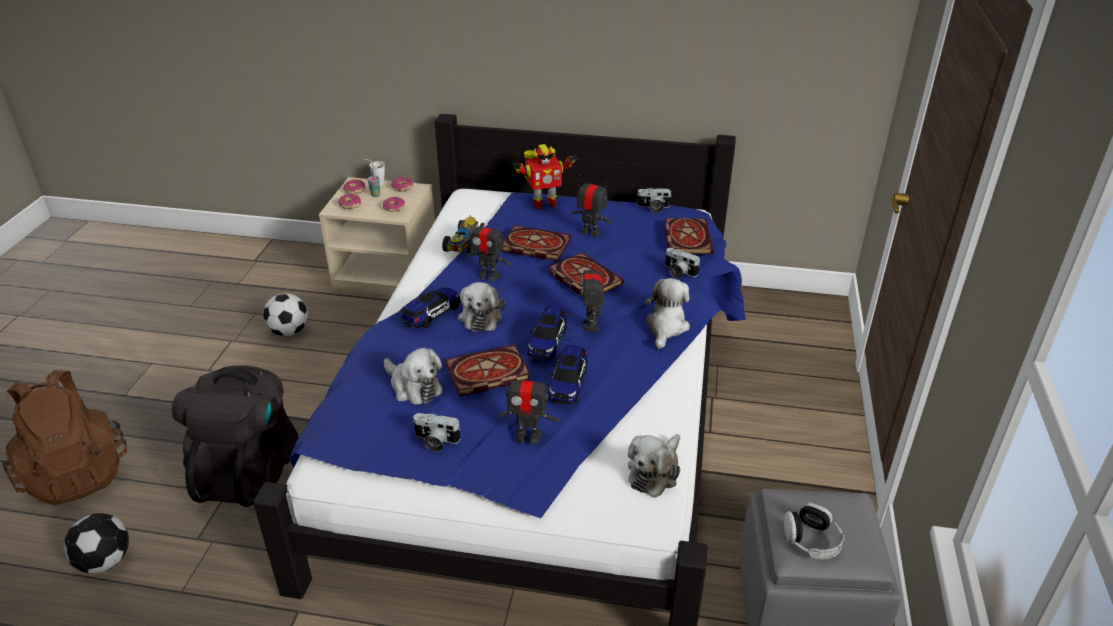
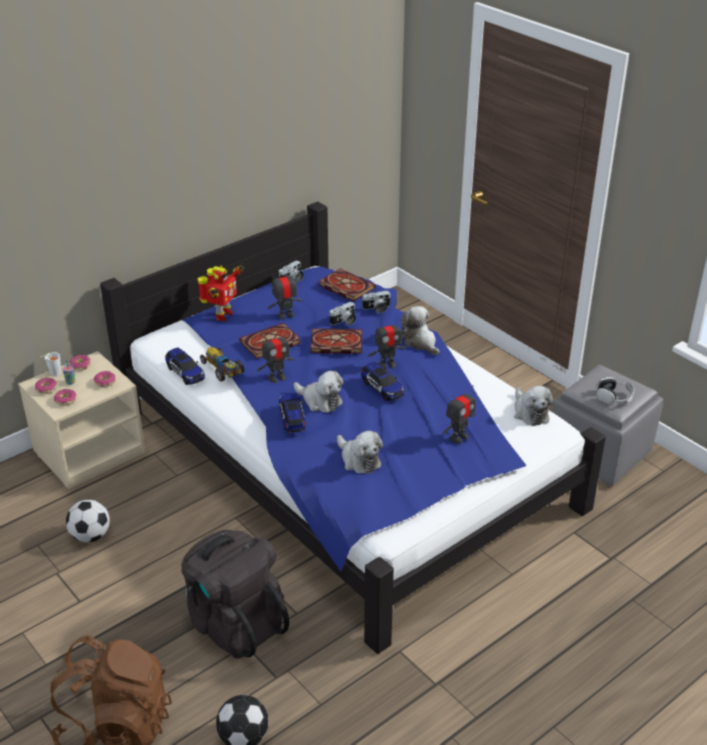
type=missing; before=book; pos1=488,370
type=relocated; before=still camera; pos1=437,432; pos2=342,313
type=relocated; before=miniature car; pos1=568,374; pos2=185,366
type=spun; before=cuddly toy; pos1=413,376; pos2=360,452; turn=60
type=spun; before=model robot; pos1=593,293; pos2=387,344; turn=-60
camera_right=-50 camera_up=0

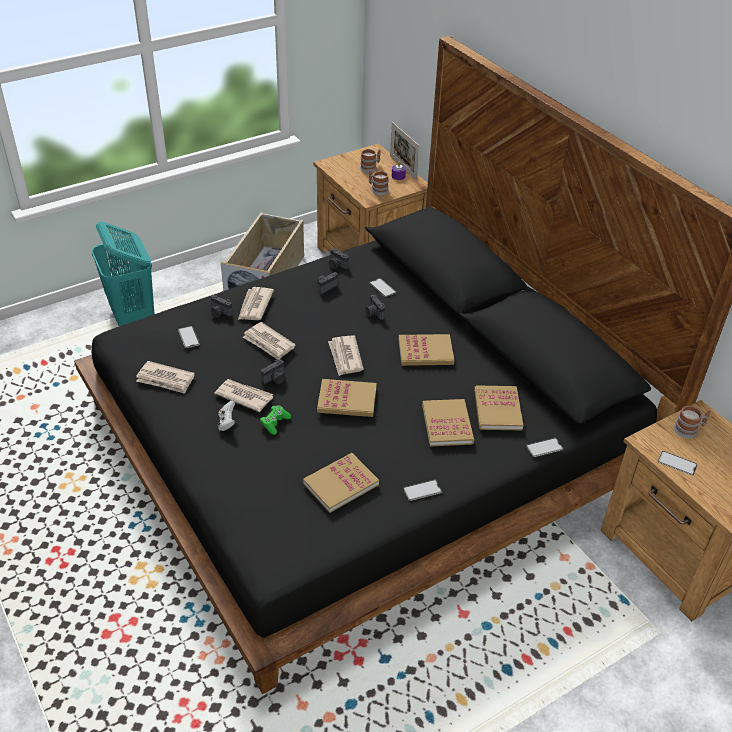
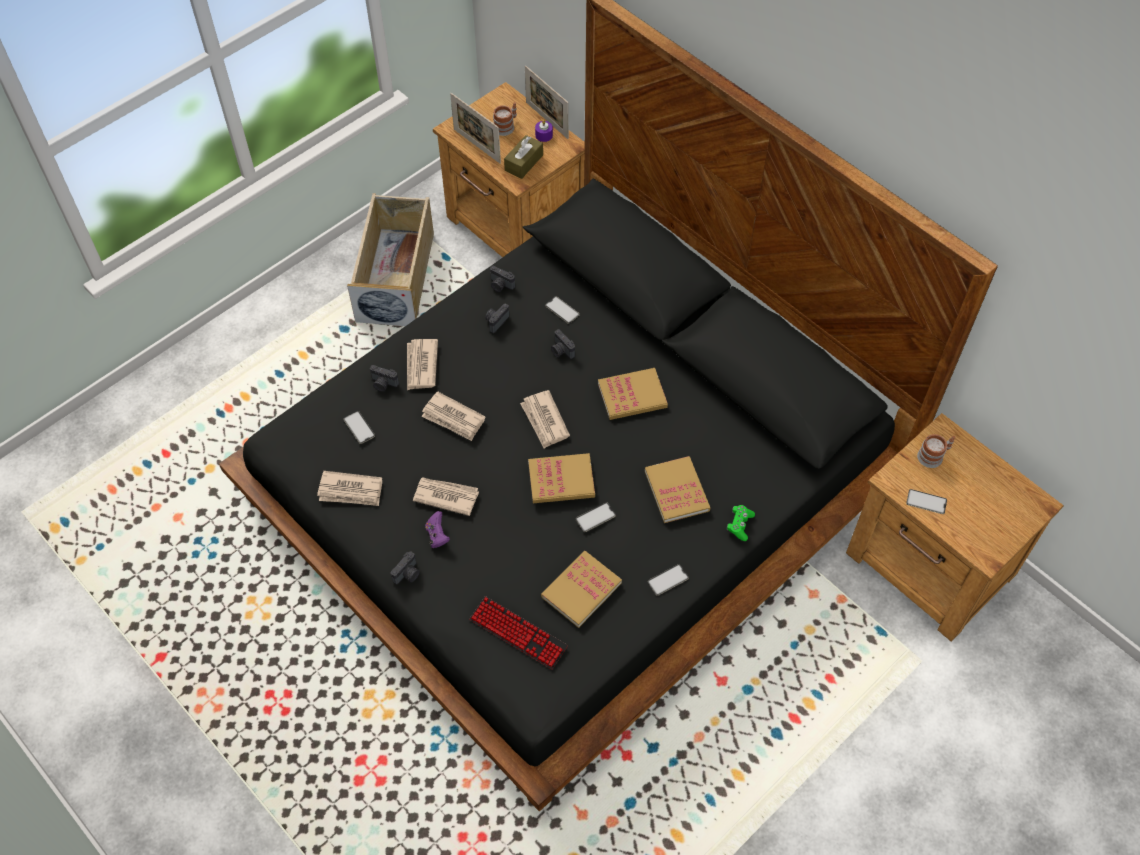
type=missing; before=laundry basket in blue-green; pos1=123,273
type=missing; before=book; pos1=498,407
type=appeared; after=standing frame; pos2=475,128
type=appeared; after=PC keyboard; pos2=518,632
type=relocated; before=game controller in green; pos1=275,420; pos2=741,523
type=relocated; before=still camera; pos1=273,371; pos2=405,567
type=relocated; before=handset; pos1=544,447; pos2=596,517
type=exchanged; before=tea mug; after=tissue holder in brownish; pos1=379,182; pos2=523,157
type=colour; before=game controller in white; after=game controller in purple-coloured; pos1=226,416; pos2=437,529
camera_right=-10 camera_up=15

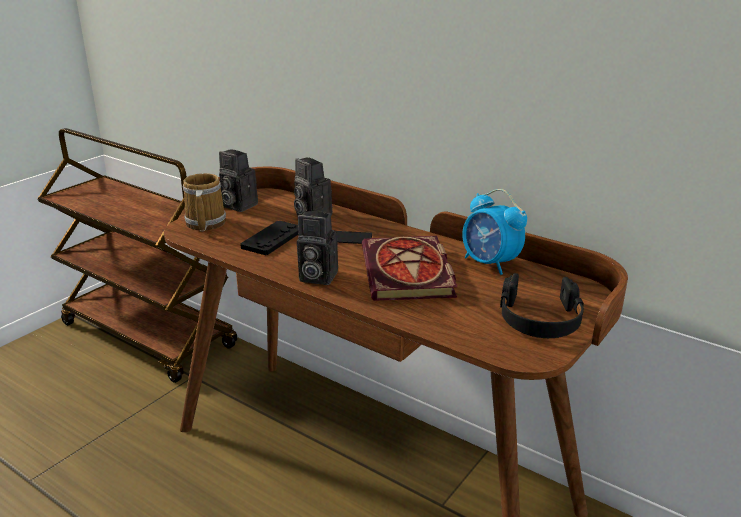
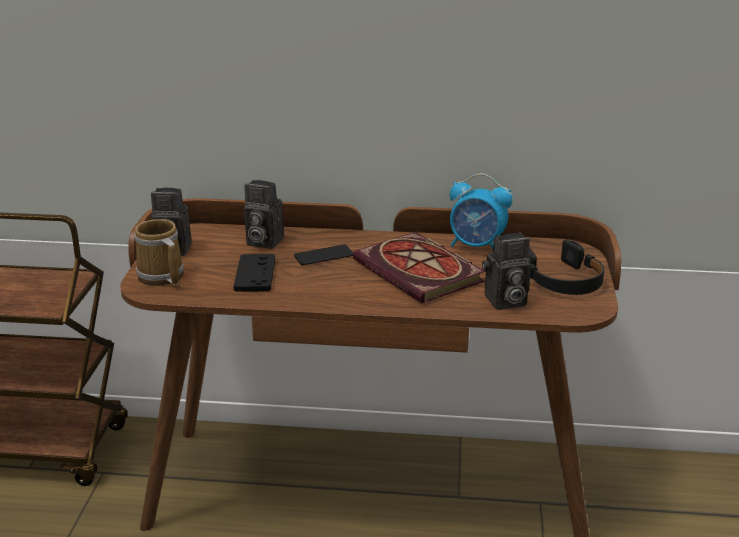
type=relocated; before=still camera; pos1=317,248; pos2=506,271
camera_right=-30 camera_up=0

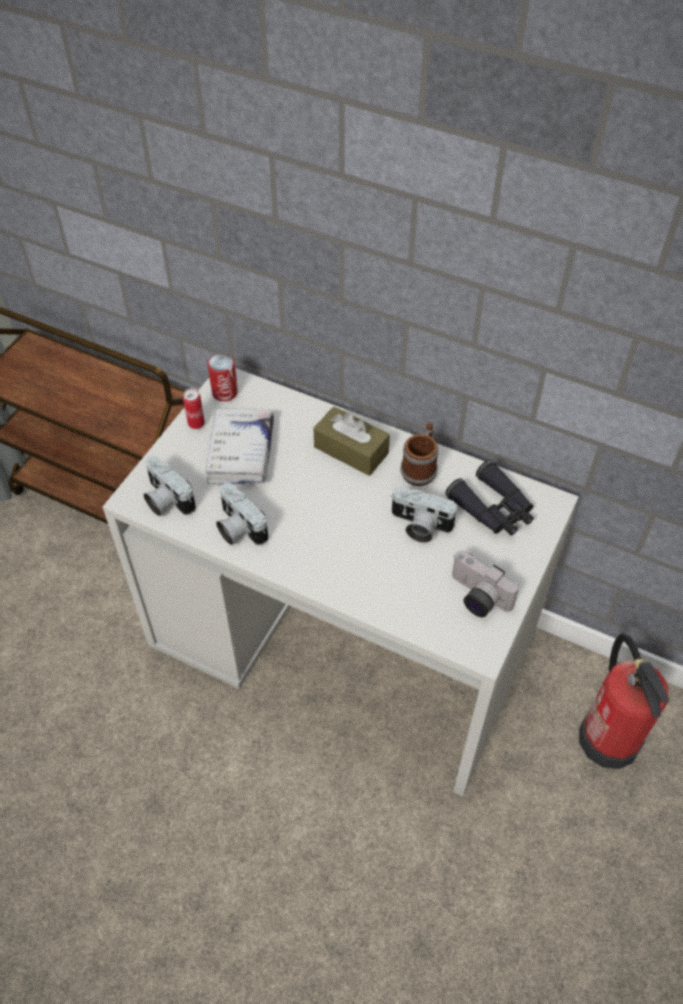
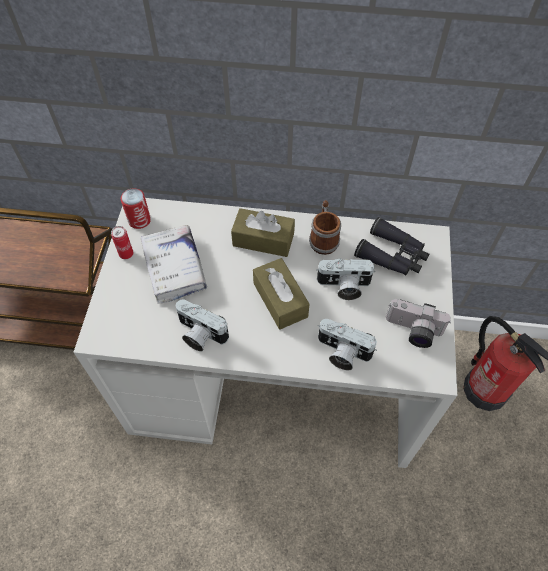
type=appeared; after=tissue holder in brownish; pos2=281,294
type=relocated; before=still camera; pos1=169,486; pos2=347,344
camera_right=-20 camera_up=5

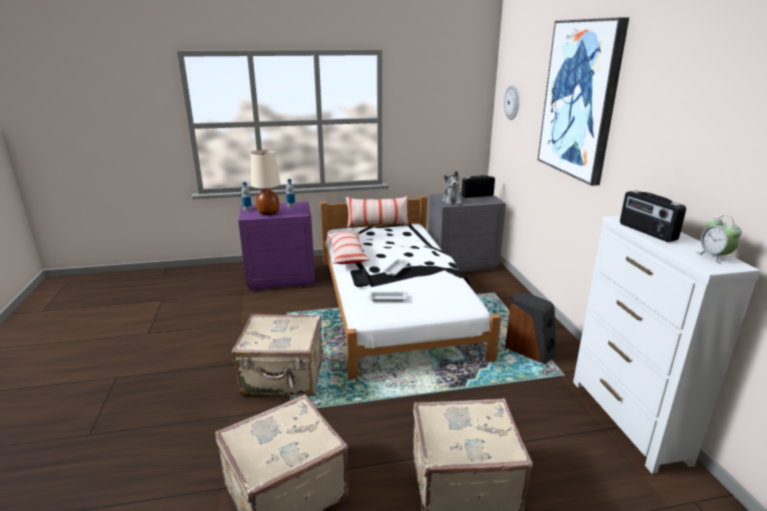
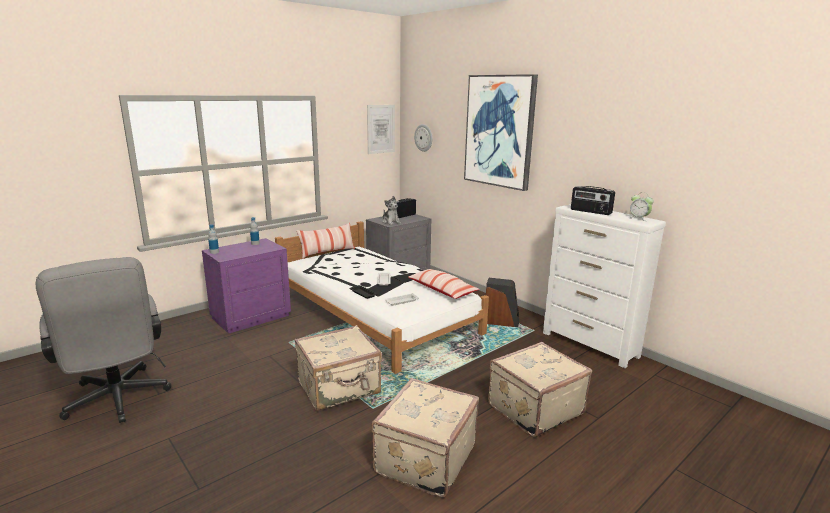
type=missing; before=lamp for a table in sand-coloured; pos1=265,182
type=appeared; after=computer chair in greyish; pos2=103,340
type=appeared; after=picture; pos2=381,129
type=relocated; before=pillow; pos1=348,247; pos2=444,284
camera_right=-30 camera_up=-5

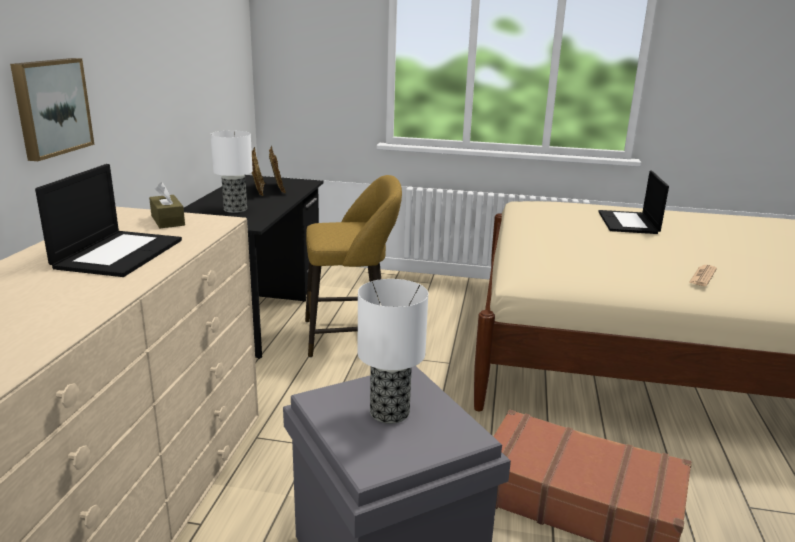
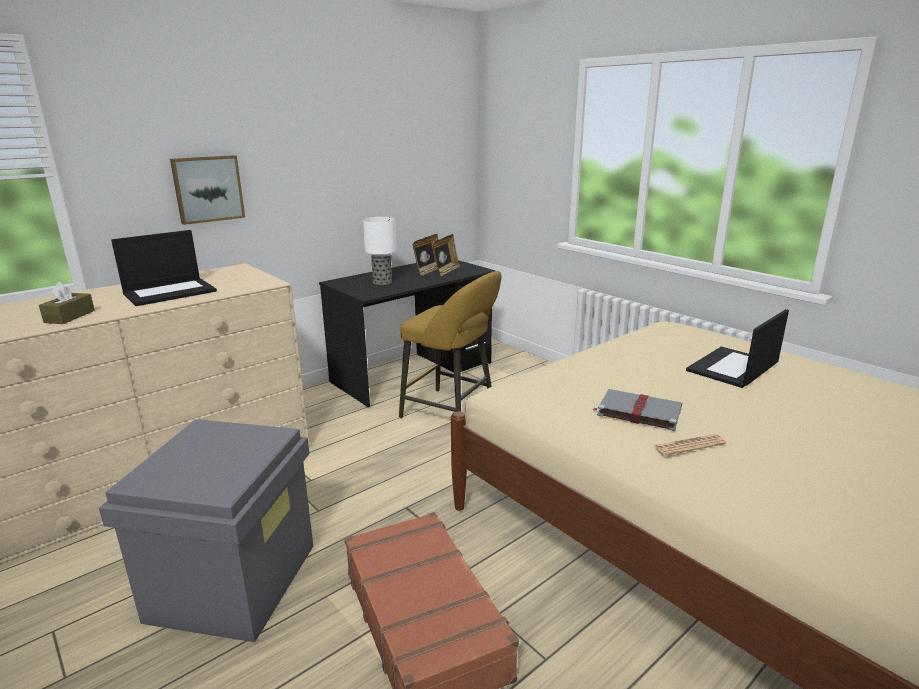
type=missing; before=lamp for a table; pos1=392,351
type=appeared; after=book in greyish; pos2=637,410
type=relocated; before=tissue holder in brownish; pos1=167,205; pos2=67,303
camera_right=40 camera_up=0

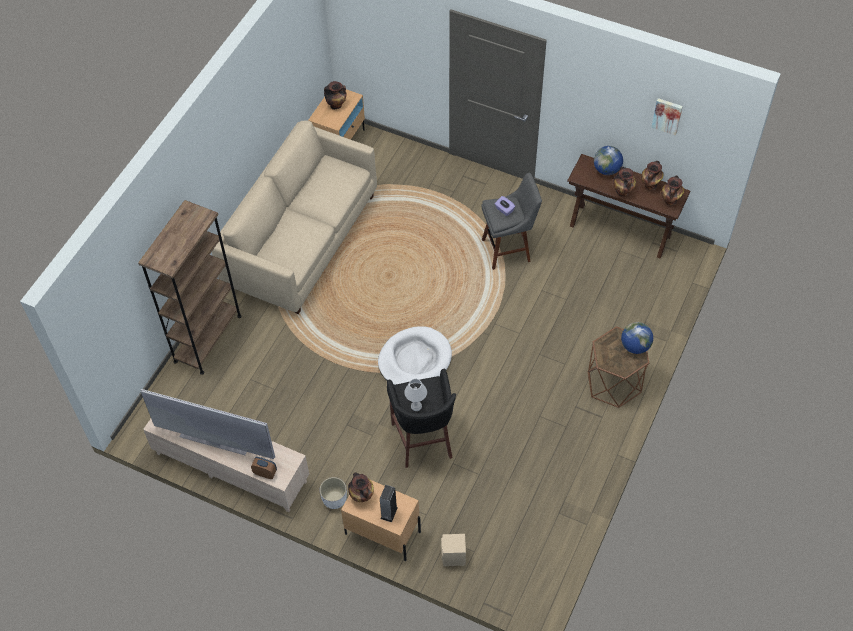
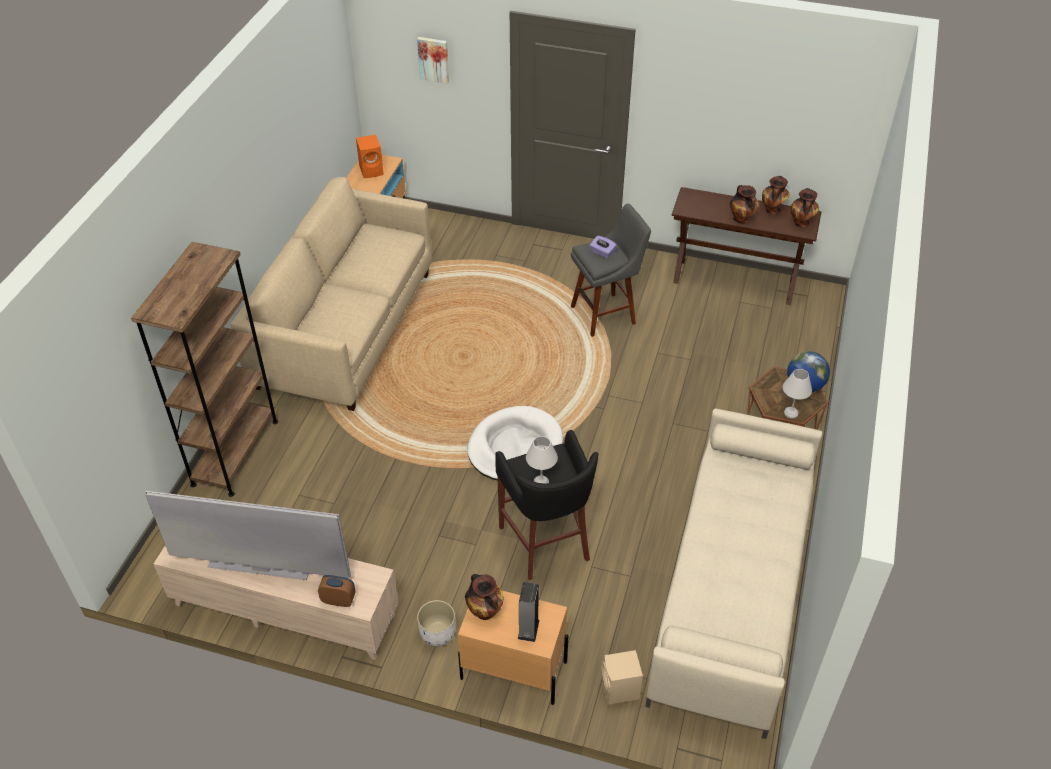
type=missing; before=globe; pos1=608,160
type=appeared; after=couch in sand-coloured; pos2=733,573
type=appeared; after=lamp for a table in white; pos2=797,393
type=relocated; before=picture; pos1=667,117; pos2=433,60
type=exchanged; before=vase; after=audio speaker in orangey; pos1=335,95; pos2=370,156
camera_right=-10 camera_up=-10

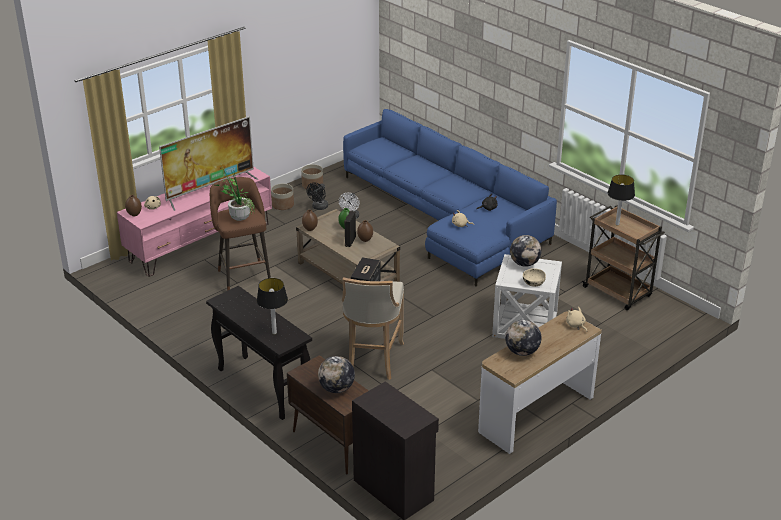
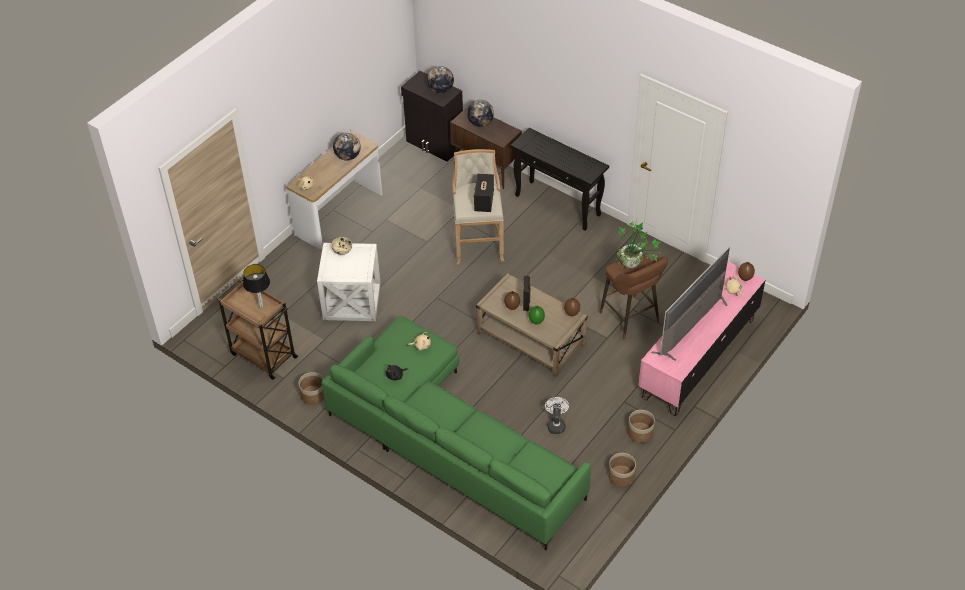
type=missing; before=lamp for a table; pos1=272,306
type=missing; before=cooling fan in black-coloured; pos1=317,196
type=appeared; after=plant pot; pos2=311,388
type=relocated; before=globe; pos1=525,251; pos2=440,79
type=colour; before=couch in blue-coloured; after=couch in green; pos1=450,197; pos2=456,433
camera_right=170 camera_up=15

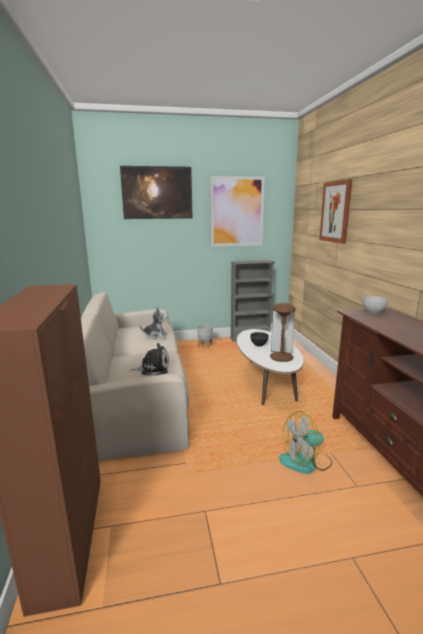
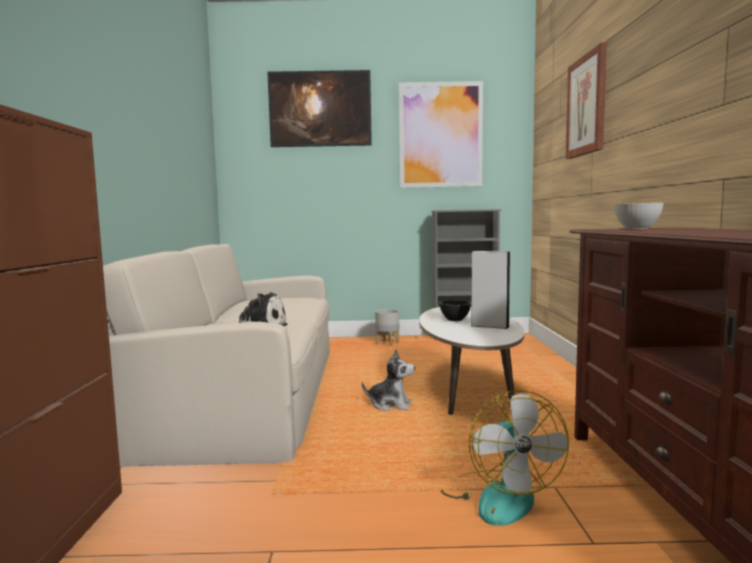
type=missing; before=lamp for a table in brownish; pos1=283,332
type=relocated; before=cuddly toy; pos1=154,323; pos2=388,380
type=spun; before=cooling fan; pos1=305,442; pos2=505,458; turn=-90
camera_right=10 camera_up=-10

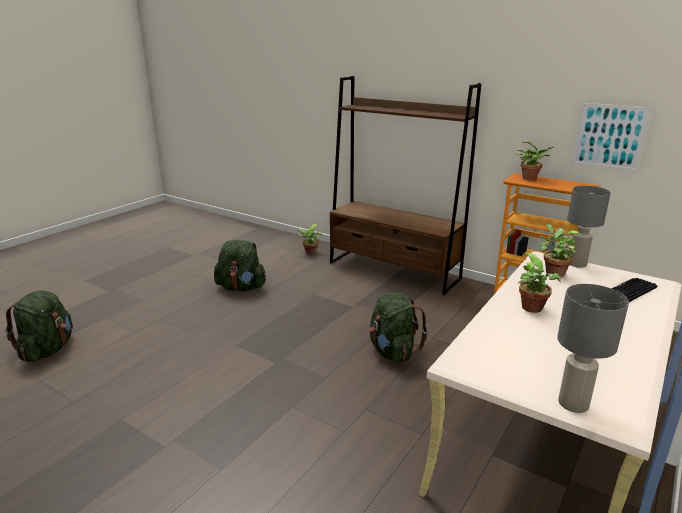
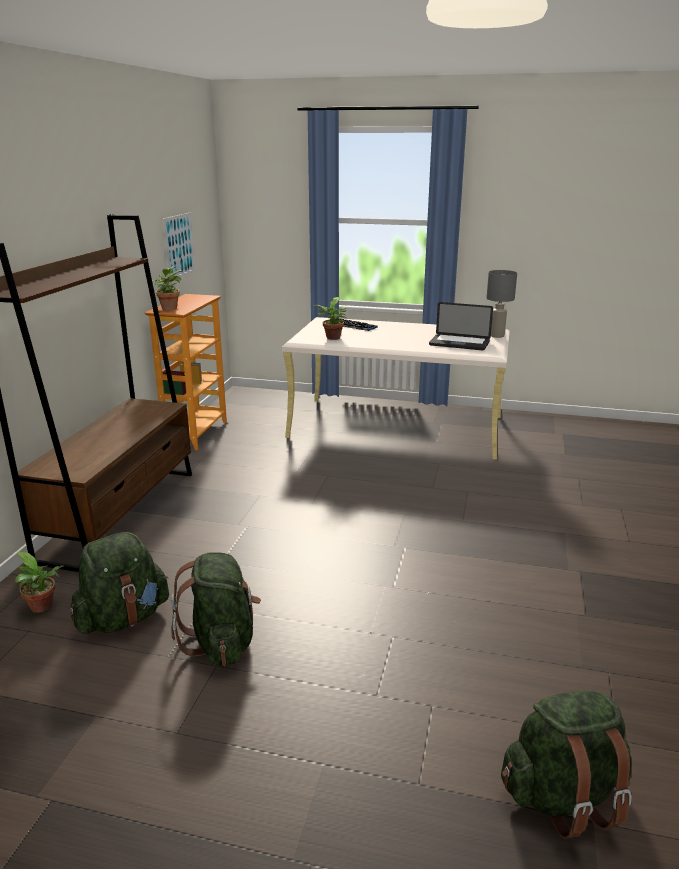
type=missing; before=houseplant; pos1=539,282
type=missing; before=lamp for a table in greyish; pos1=589,227
type=appeared; after=notebook computer; pos2=461,326
type=relocated; before=backpack in green; pos1=398,327; pos2=119,583
camera_right=-110 camera_up=0

